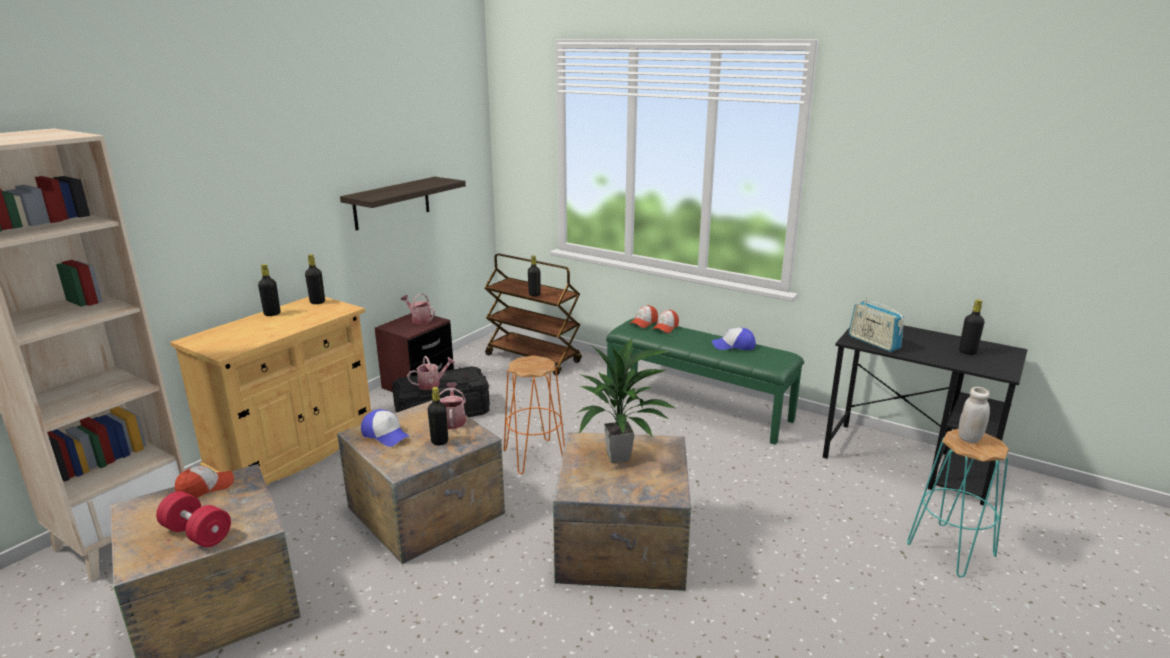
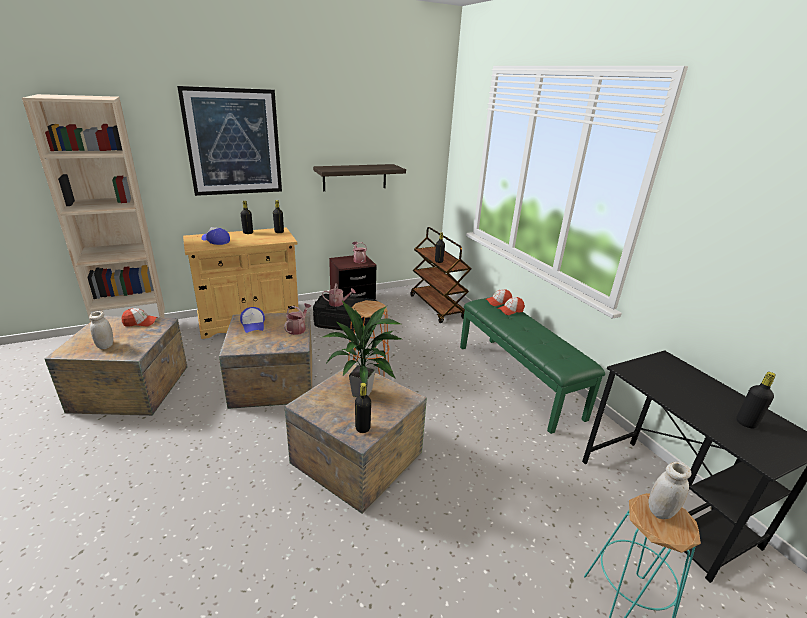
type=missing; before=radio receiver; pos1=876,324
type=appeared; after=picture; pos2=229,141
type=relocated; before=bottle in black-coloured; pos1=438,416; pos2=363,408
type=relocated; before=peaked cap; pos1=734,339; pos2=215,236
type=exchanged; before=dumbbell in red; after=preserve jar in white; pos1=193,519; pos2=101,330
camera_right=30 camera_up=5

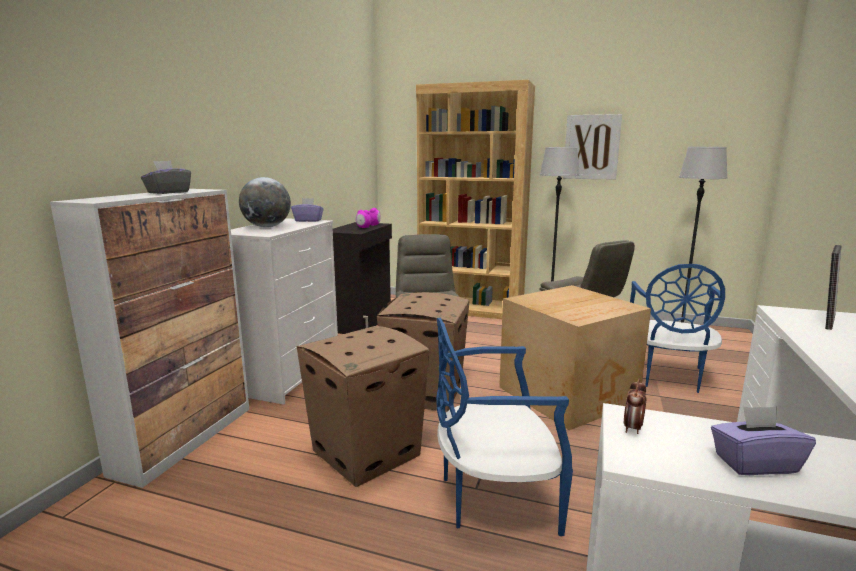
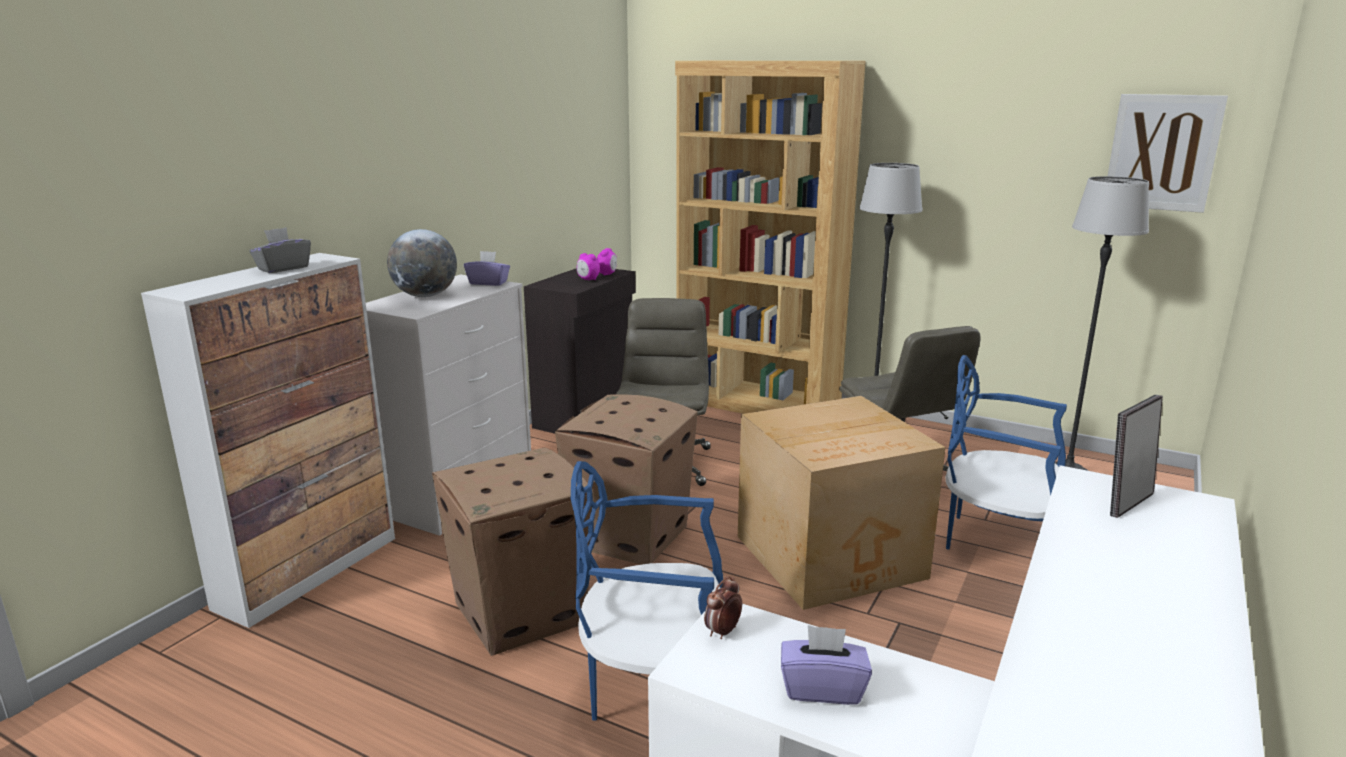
type=relocated; before=picture; pos1=592,147; pos2=1168,153
type=spun; before=upright chair in blue-coloured; pos1=677,328; pos2=1006,452; turn=90
camera_right=10 camera_up=5

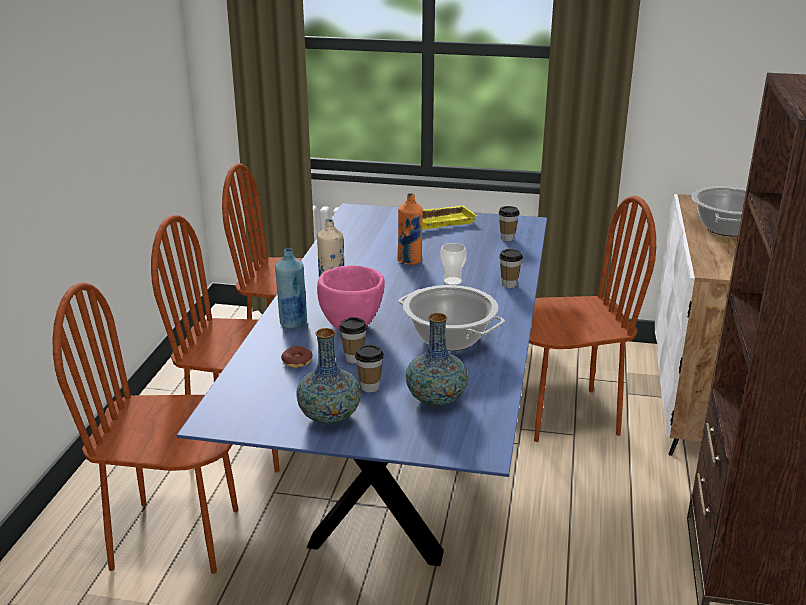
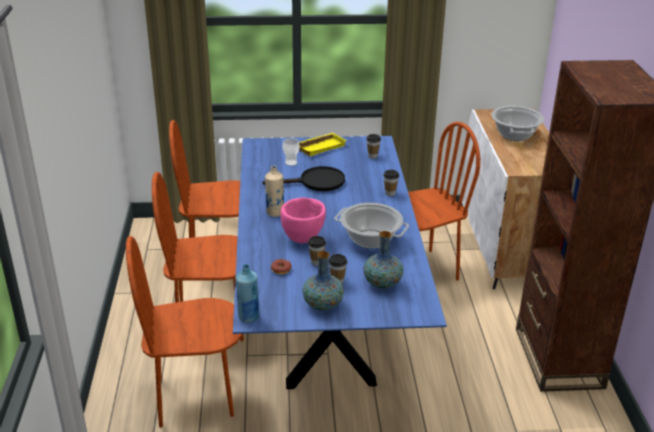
type=relocated; before=bottle in blue-coloured; pos1=291,288; pos2=248,293
type=relocated; before=cup; pos1=453,264; pos2=291,152
type=exchanged; before=bottle in orangey; after=pan in black-coloured; pos1=410,229; pos2=304,178
camera_right=-15 camera_up=5

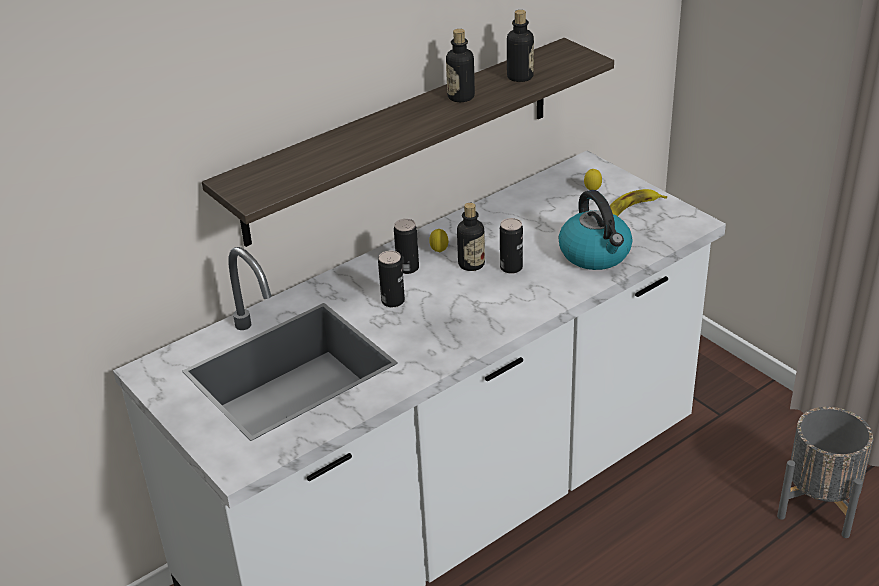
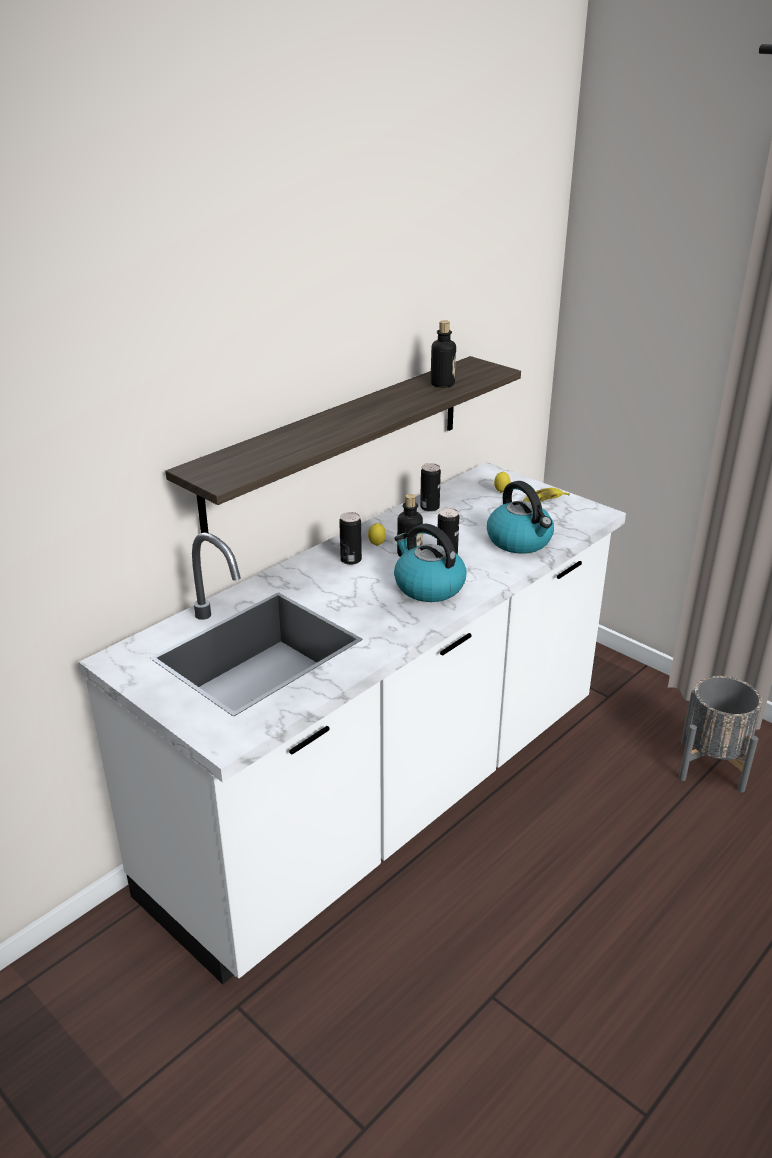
type=missing; before=bottle; pos1=460,65
type=appeared; after=tea kettle; pos2=430,563
type=relocated; before=sealed can; pos1=391,279; pos2=430,487
camera_right=-10 camera_up=-5

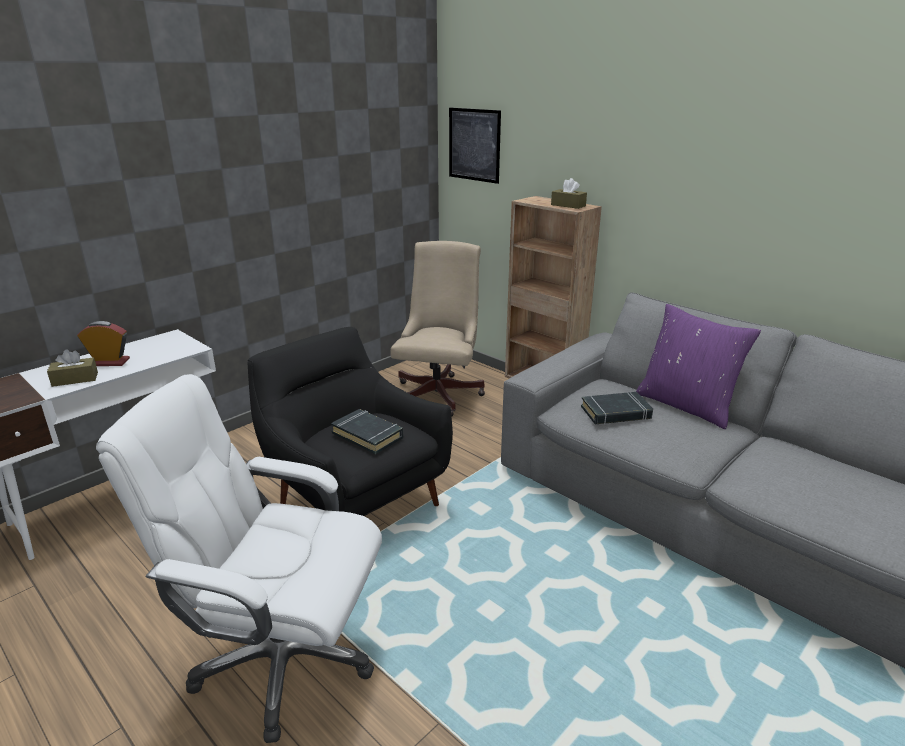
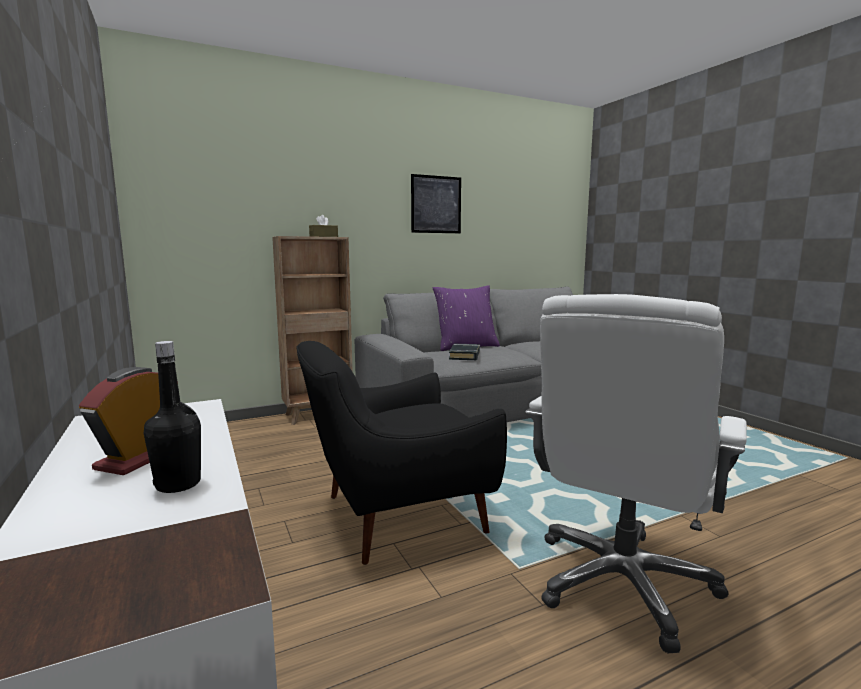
type=missing; before=book in black-coloured; pos1=367,431
type=missing; before=computer chair in sand-coloured; pos1=438,329
type=relocated; before=picture; pos1=475,146; pos2=436,203
type=exchanged; before=tissue holder in brownish; after=bottle in black-coloured; pos1=72,368; pos2=172,417
camera_right=-70 camera_up=-15

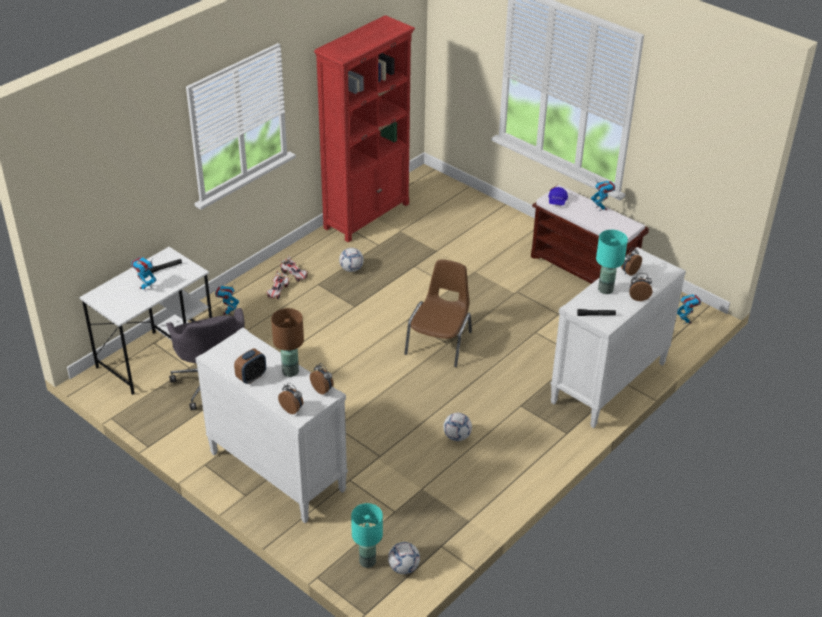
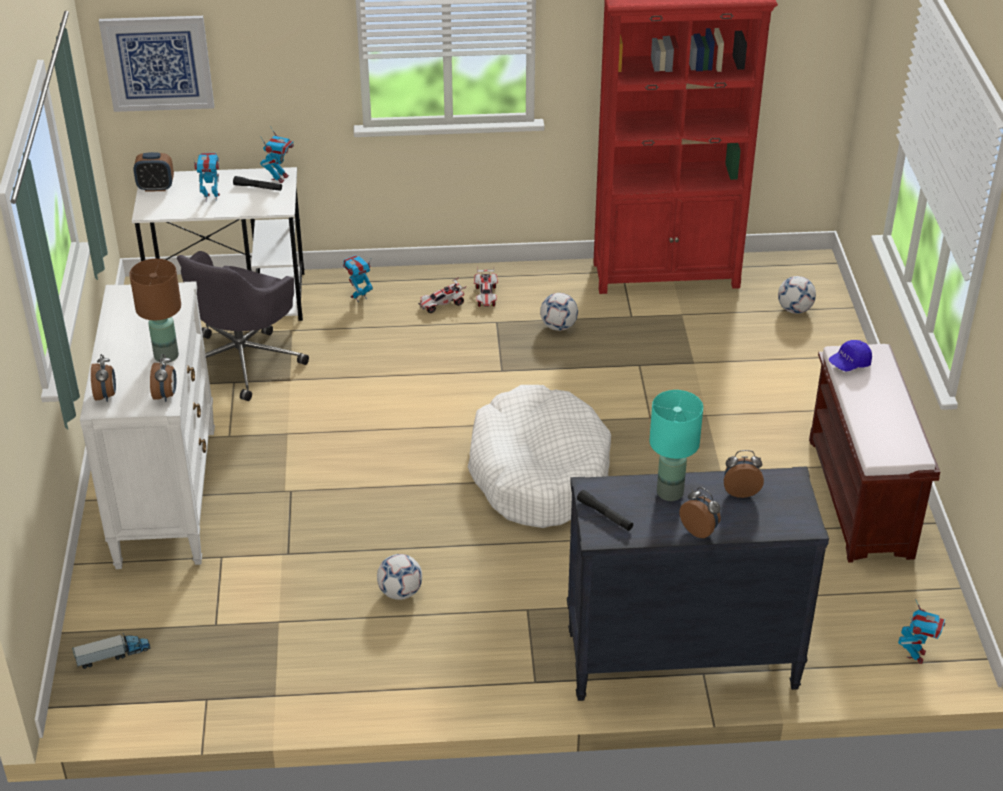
type=appeared; after=picture; pos2=156,64
type=relocated; before=table clock; pos1=250,366; pos2=153,172
type=relocated; before=ball for football; pos1=404,558; pos2=797,295
type=relocated; before=model robot; pos1=603,194; pos2=277,154
type=exchanged; before=lamp for a table in blue-green; after=toy lorry; pos1=367,535; pos2=111,651
type=exchanged; before=upright chair in brownish; after=dog bed in white; pos1=438,313; pos2=539,456
type=colour; before=chest of drawers in white; after=chest of drawers in black-coloured; pos1=618,337; pos2=698,583
camera_right=45 camera_up=0

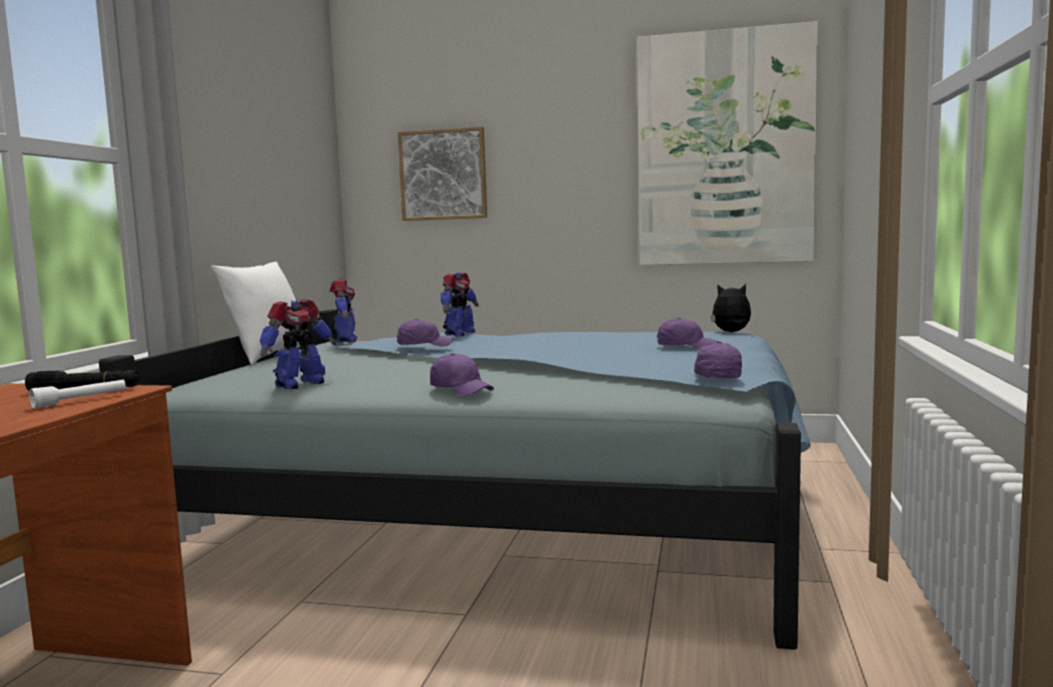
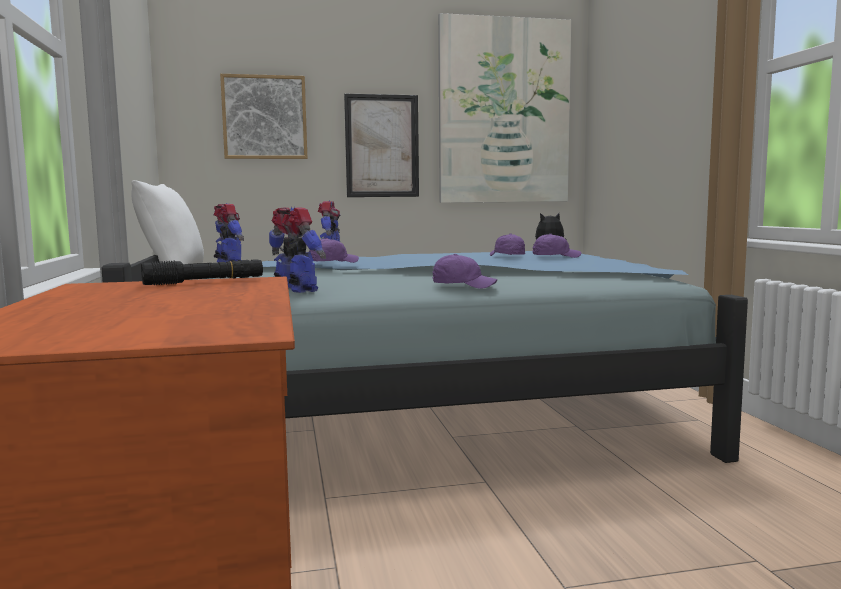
type=missing; before=hand torch in white; pos1=77,394
type=appeared; after=picture; pos2=381,145
type=relocated; before=peaked cap in purple-coloured; pos1=718,360; pos2=507,245
type=spun; before=model robot; pos1=298,344; pos2=297,249; turn=-60
camera_right=-25 camera_up=0

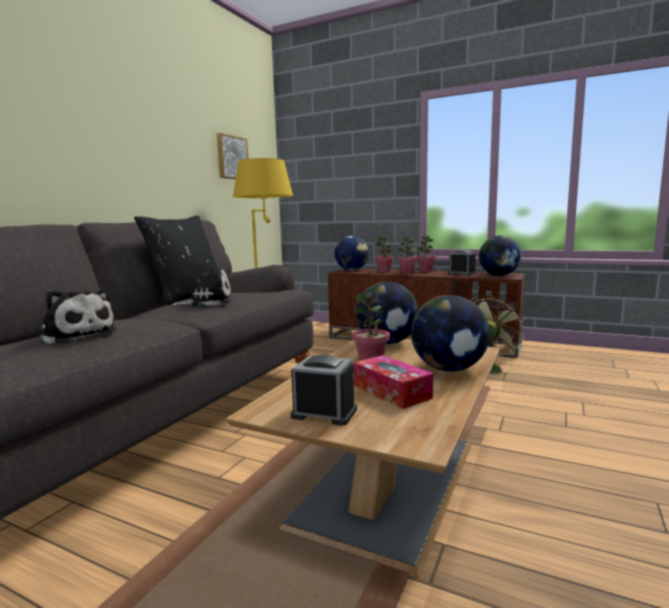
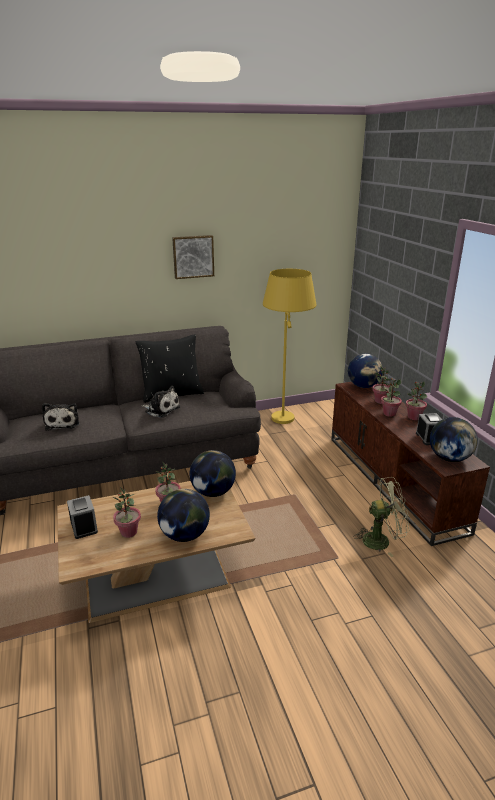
type=relocated; before=picture; pos1=232,156; pos2=193,257
type=exchanged; before=tissue holder; after=houseplant; pos1=393,382; pos2=127,512
camera_right=45 camera_up=15

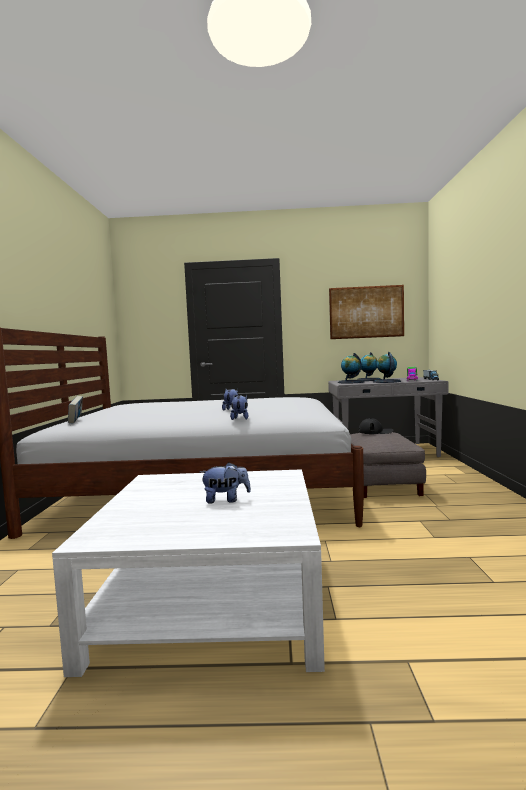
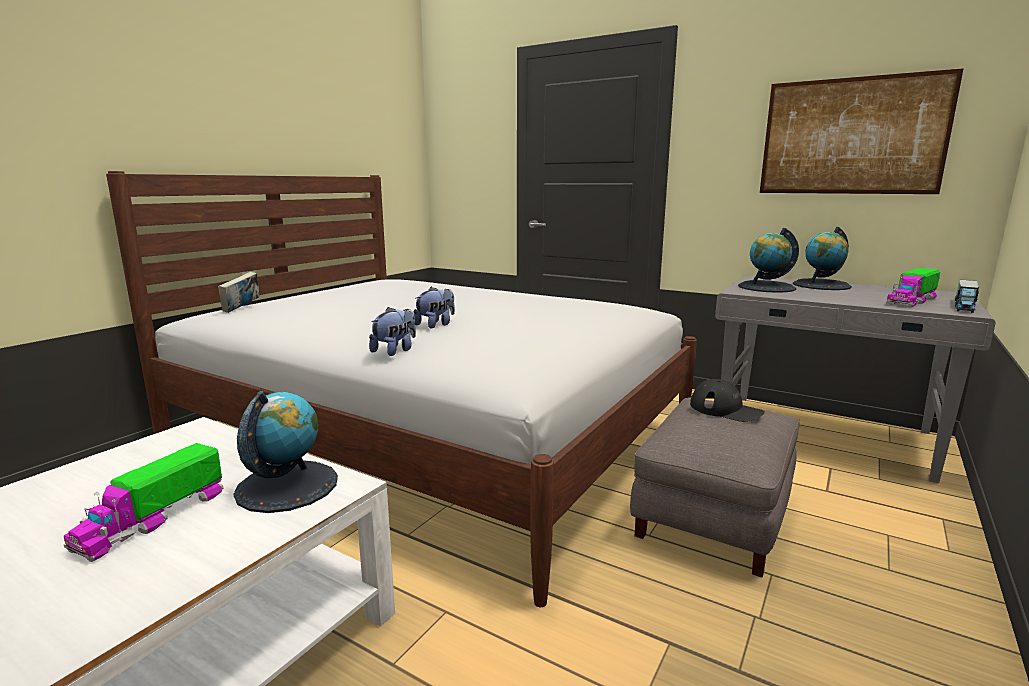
type=relocated; before=globe; pos1=387,367; pos2=286,452
type=exchanged; before=cuddly toy; after=toy lorry; pos1=225,483; pos2=144,502
camera_right=30 camera_up=10

